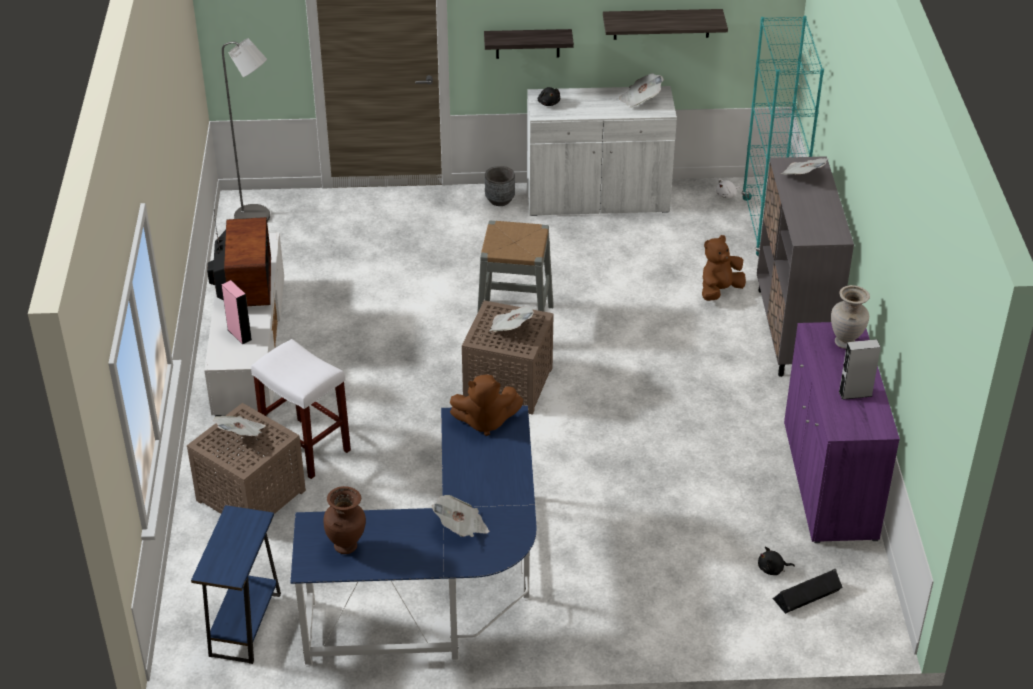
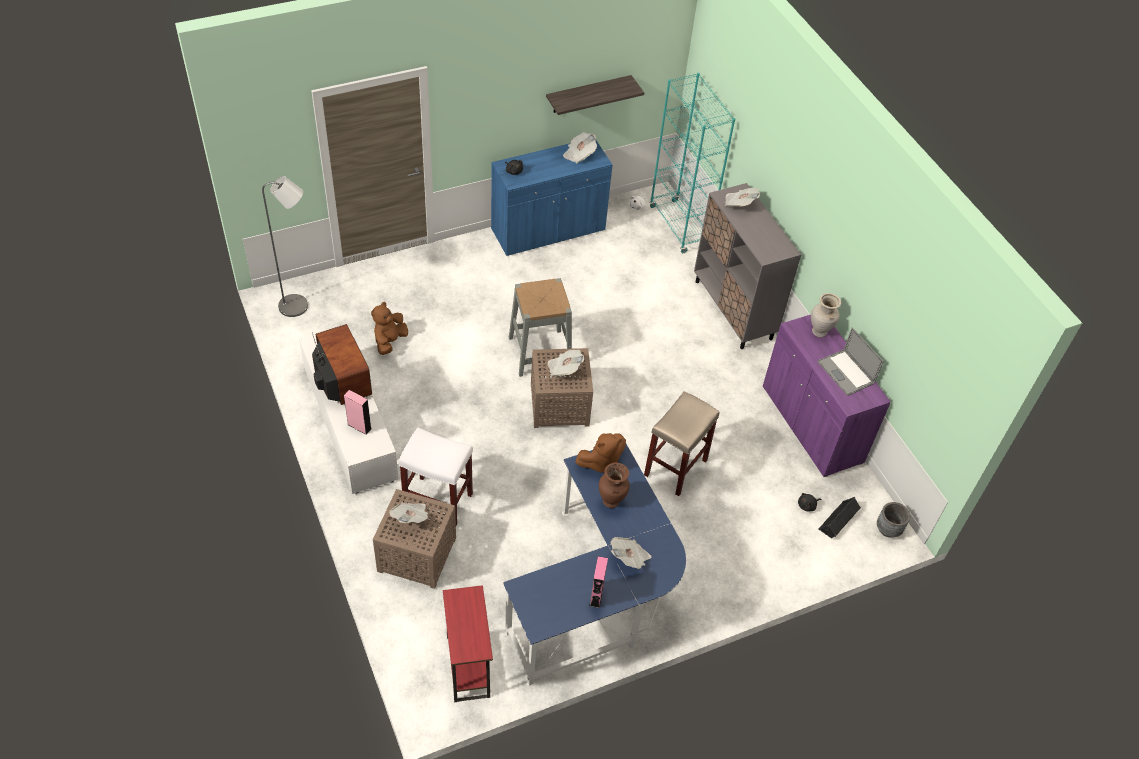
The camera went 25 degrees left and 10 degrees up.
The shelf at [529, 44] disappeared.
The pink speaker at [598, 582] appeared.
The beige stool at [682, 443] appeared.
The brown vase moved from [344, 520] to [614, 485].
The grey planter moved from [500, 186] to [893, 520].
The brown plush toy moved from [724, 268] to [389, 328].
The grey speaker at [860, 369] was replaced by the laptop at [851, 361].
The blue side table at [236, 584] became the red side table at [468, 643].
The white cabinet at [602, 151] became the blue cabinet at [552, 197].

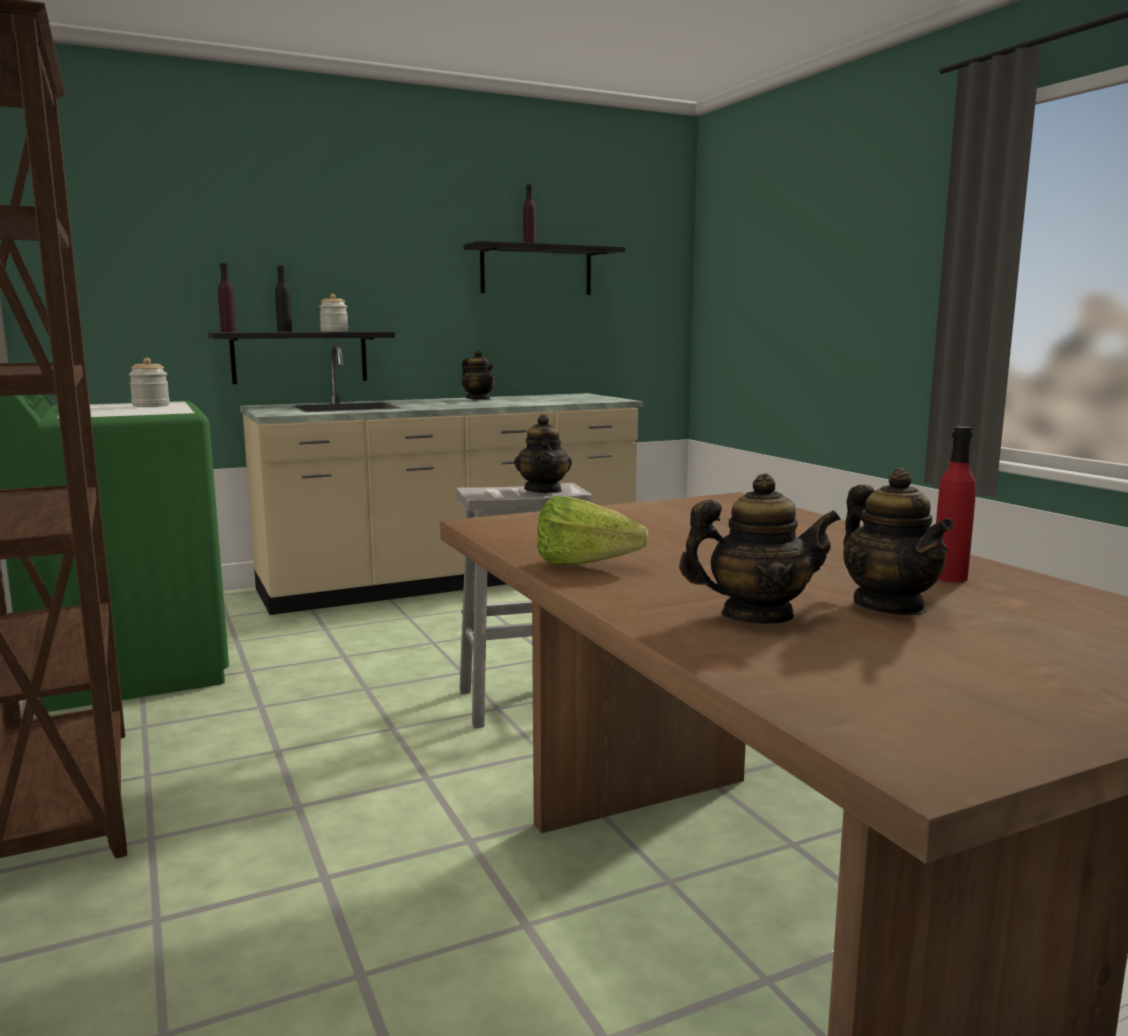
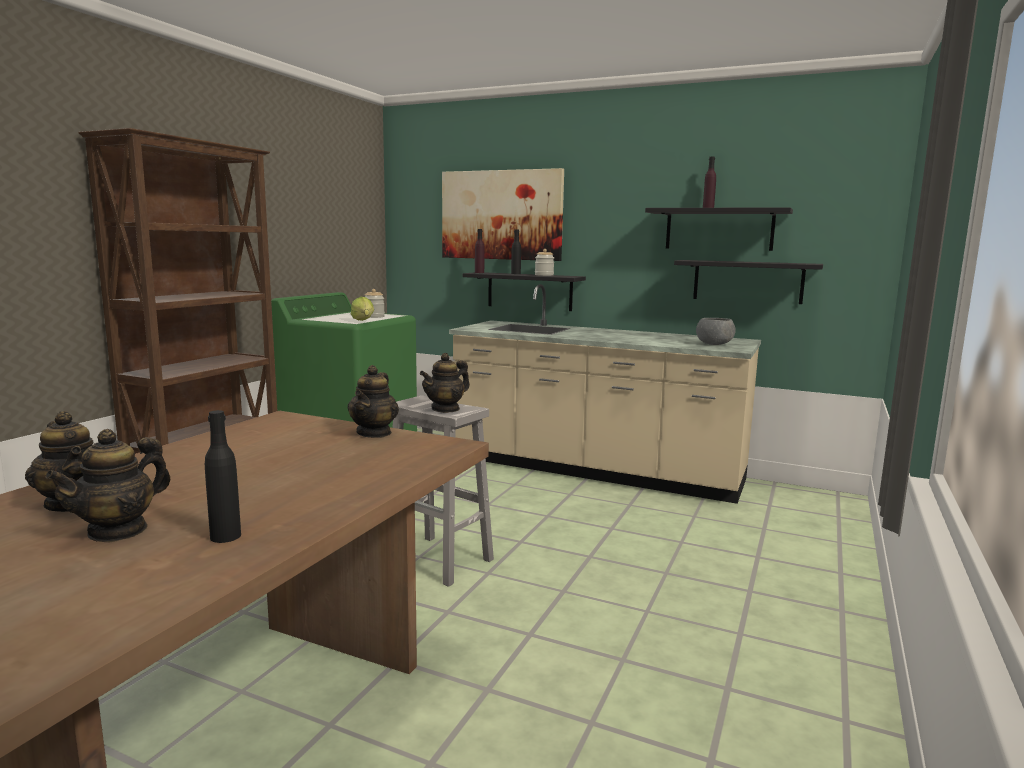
The camera went 50 degrees right and 0 degrees up.
The picture at [503, 214] appeared.
The black shelf at [748, 282] appeared.
The grey bowl at [716, 331] appeared.
The teapot moved from [478, 375] to [373, 401].
The lettuce moved from [593, 530] to [362, 309].
The red bottle at [956, 504] became the black bottle at [223, 476].

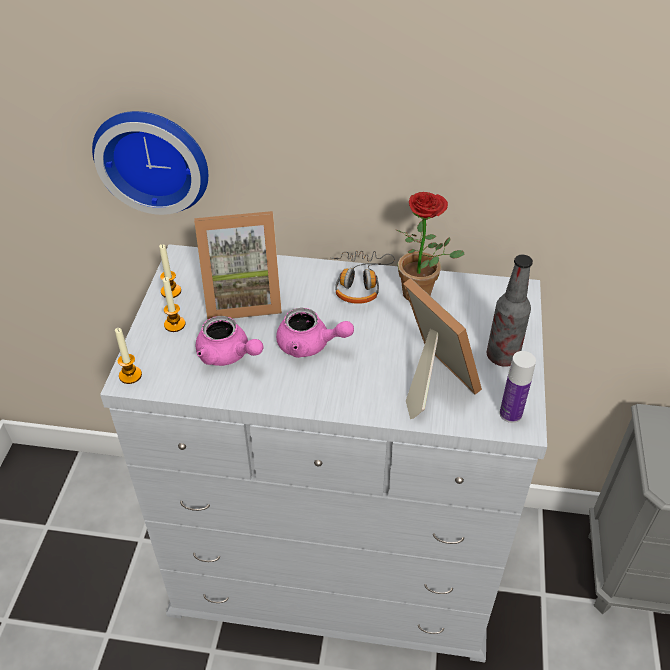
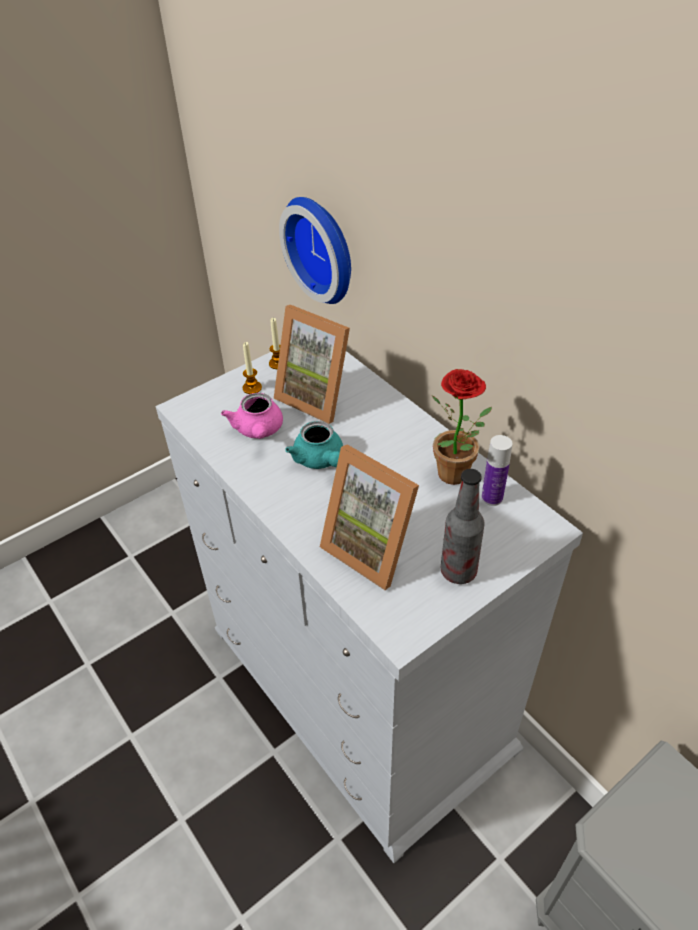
The camera went 45 degrees right and 0 degrees up.
The candle at [128, 356] disappeared.
The headphones at [363, 277] disappeared.
The bottle moved from [518, 387] to [497, 470].
The pink teapot at [315, 333] became the turquoise teapot at [314, 445].
The picture frame at [442, 348] turned 120 degrees clockwise.

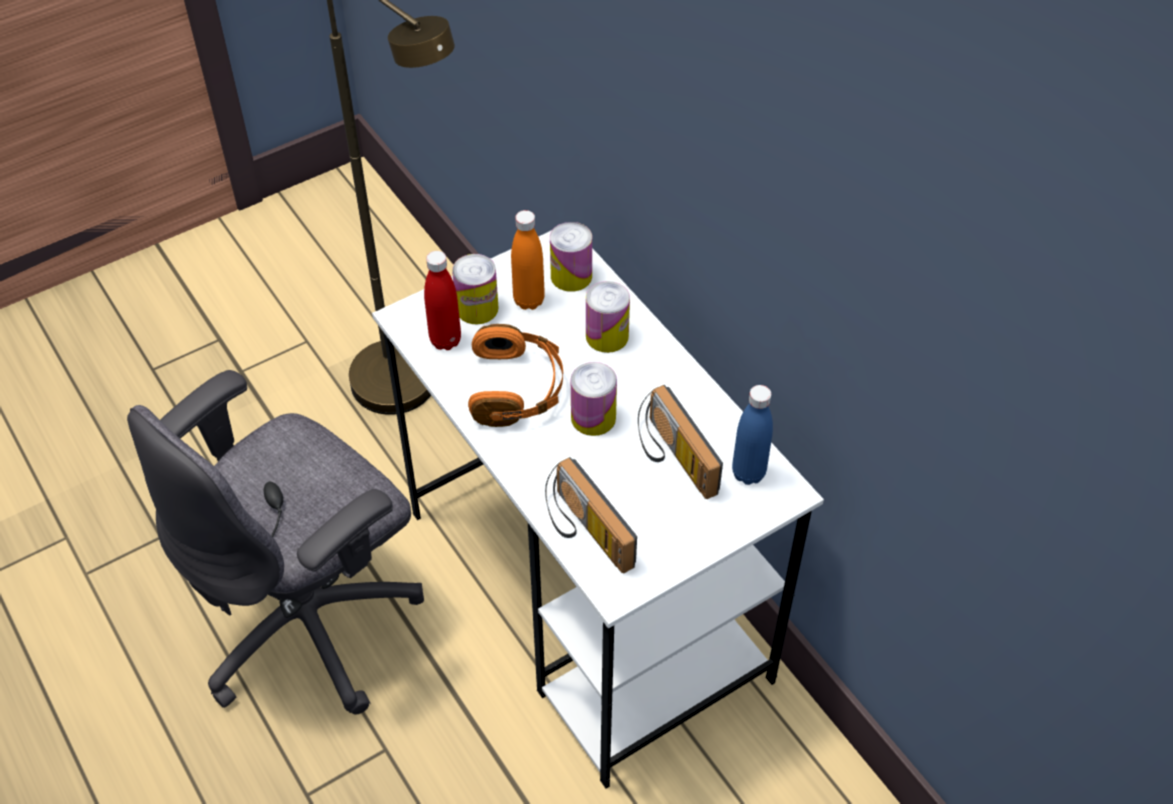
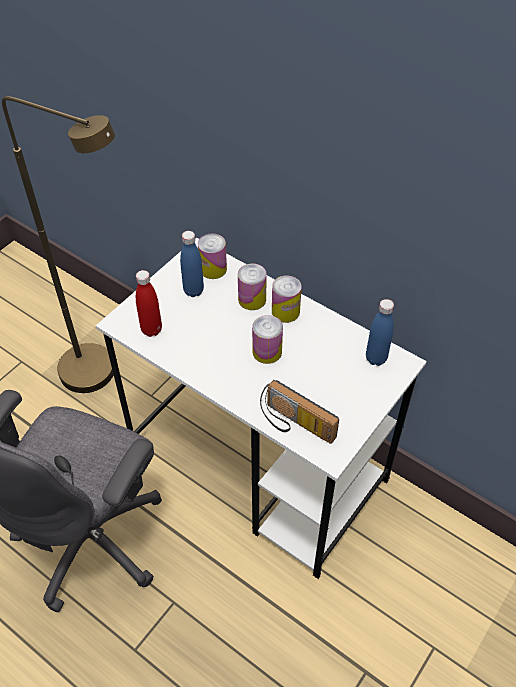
The camera went 20 degrees left and 0 degrees up.
The orange headphones at [515, 375] disappeared.
The radio at [680, 442] disappeared.
The can moved from [475, 289] to [287, 299].
The orange bottle at [528, 260] became the blue bottle at [192, 264].

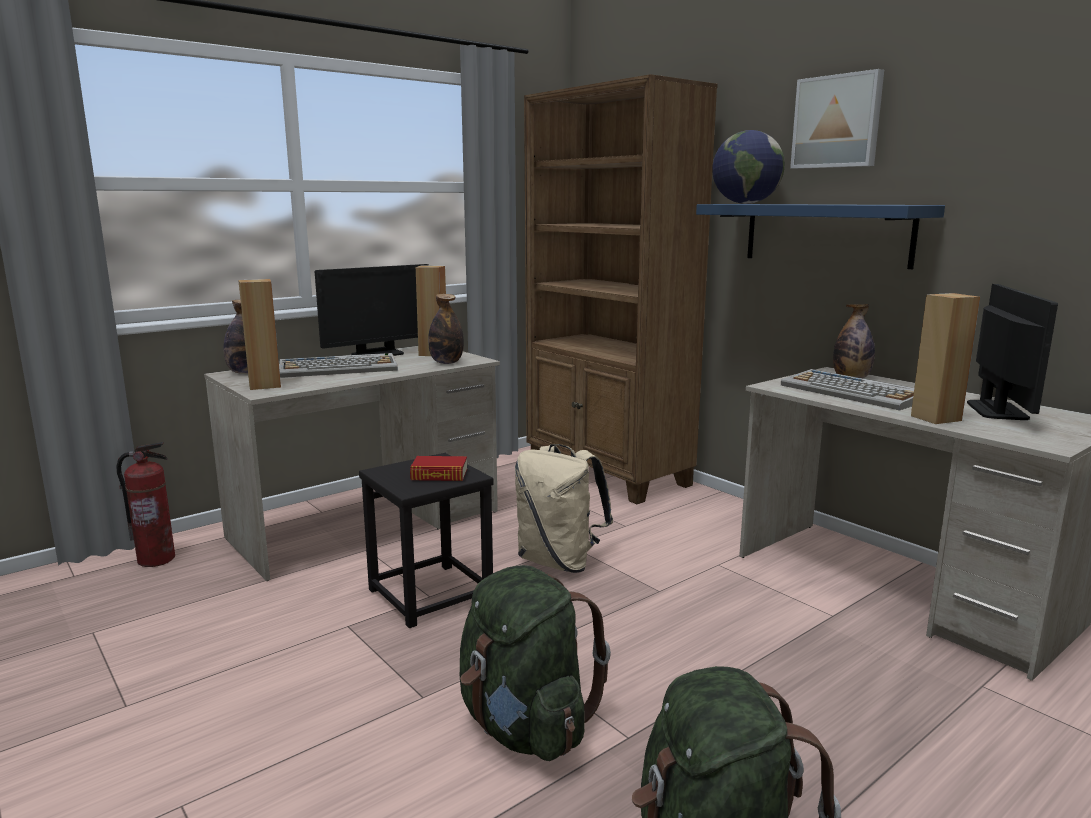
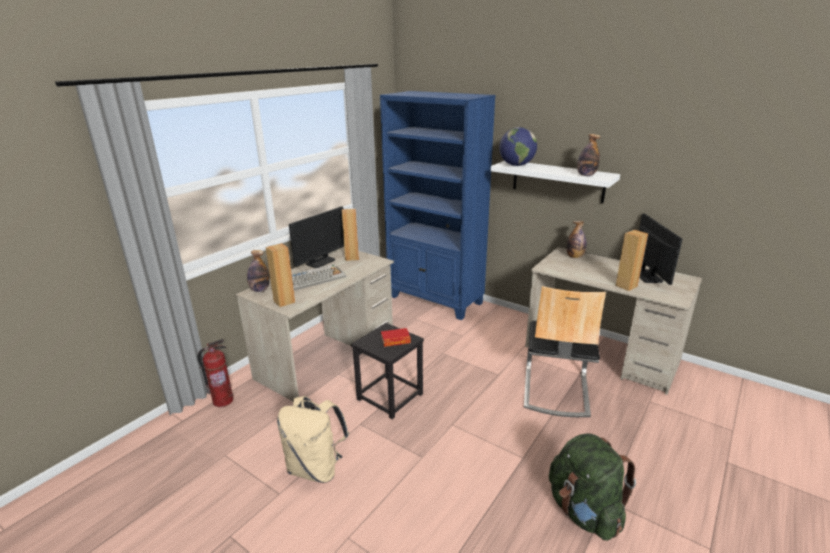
The camera went 15 degrees left and 10 degrees up.
The green backpack at [535, 663] disappeared.
The keyboard at [847, 390] disappeared.
The picture at [837, 119] disappeared.
The chair at [565, 351] appeared.
The bottle moved from [446, 329] to [589, 155].
The beige backpack moved from [564, 508] to [313, 439].
The brown bookcase at [621, 289] became the blue bookcase at [438, 205].
The blue shelf at [820, 236] became the white shelf at [555, 182].

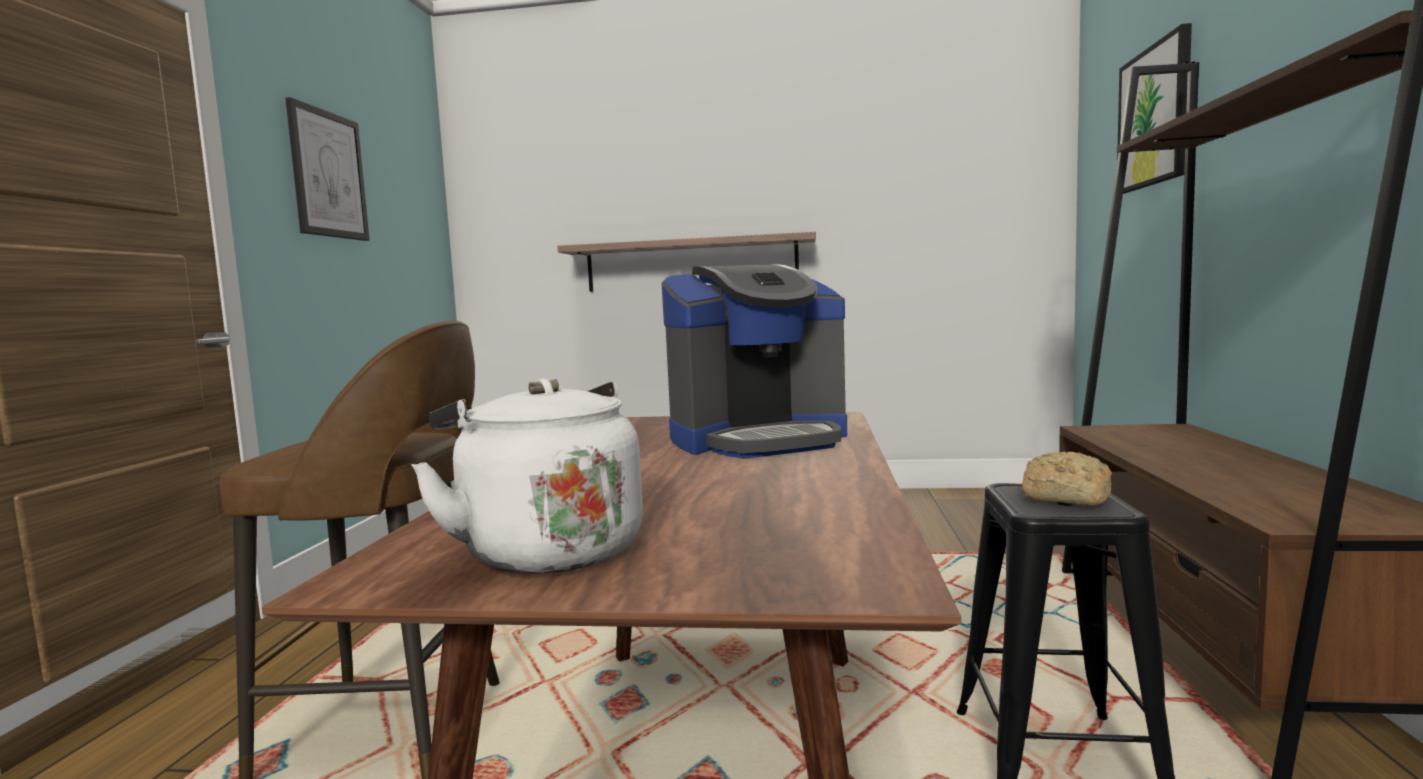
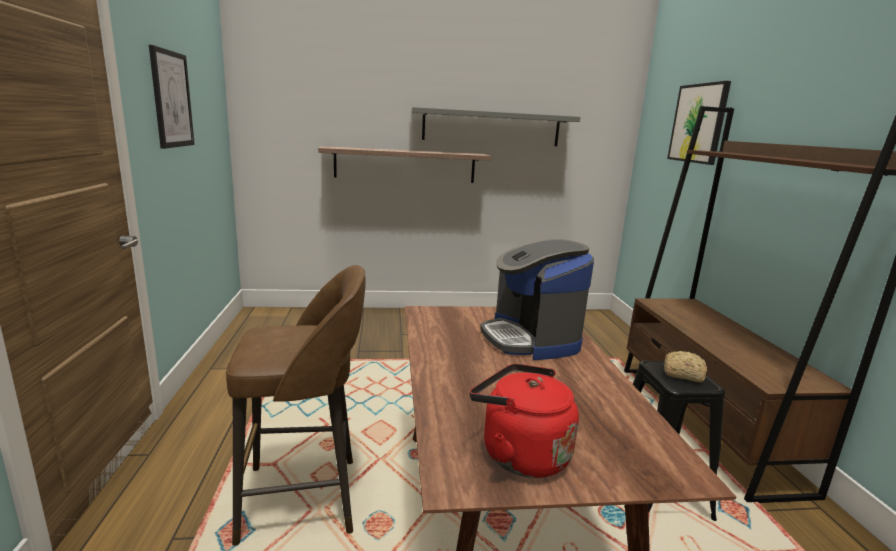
The camera went 15 degrees left and 10 degrees up.
The grey shelf at [496, 126] appeared.
The white kettle at [527, 476] became the red kettle at [524, 421].
The coffee machine at [754, 361] turned 105 degrees clockwise.

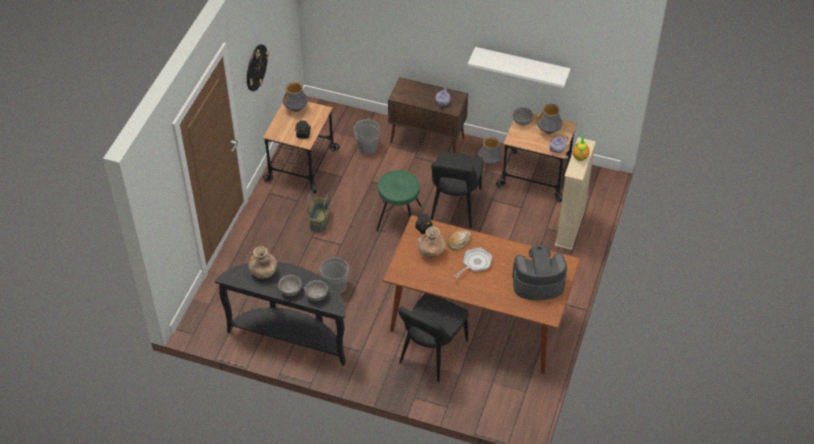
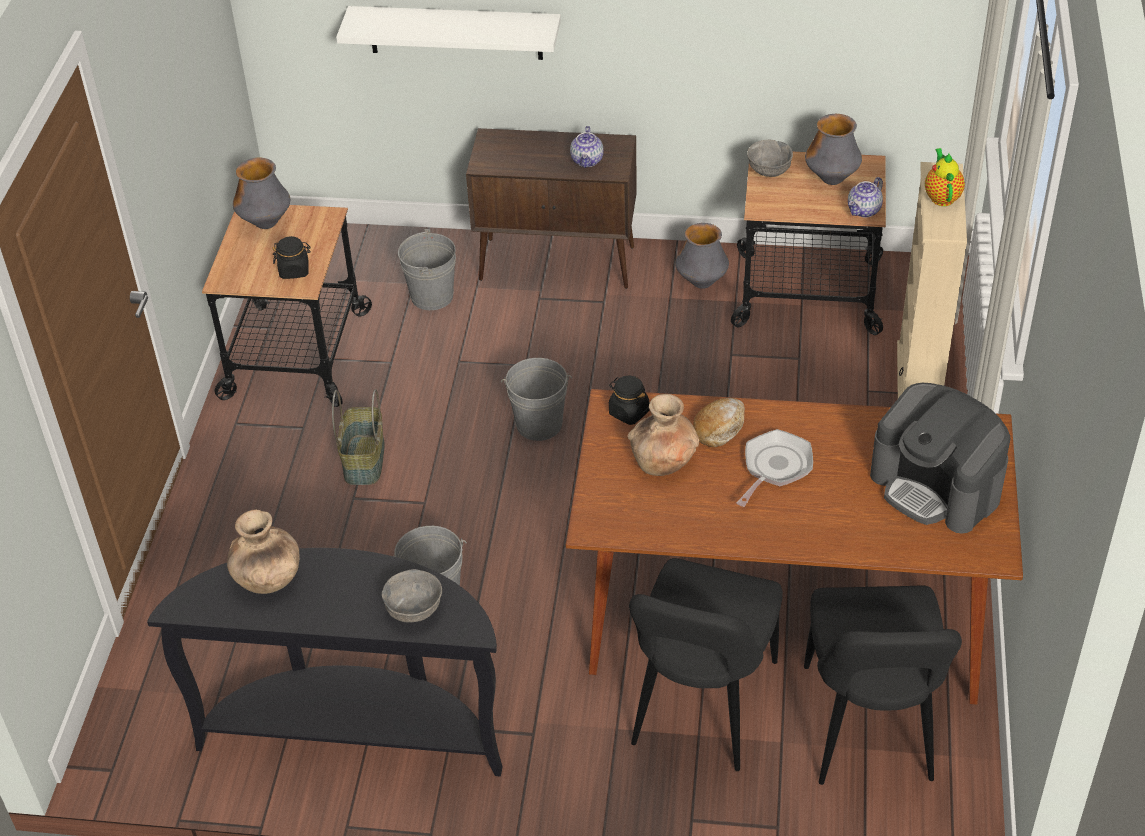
The camera went 10 degrees left and 5 degrees down.
The wall clock at [258, 67] disappeared.
The grey bowl at [290, 285] disappeared.
The black chair moved from [456, 189] to [883, 685].
The white shelf moved from [519, 67] to [448, 33].
The green stool at [398, 200] was replaced by the grey bucket at [536, 399].
The coffee machine at [539, 272] turned 120 degrees counterclockwise.

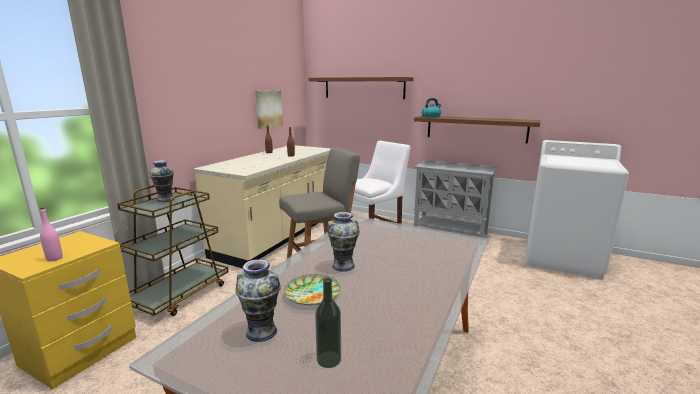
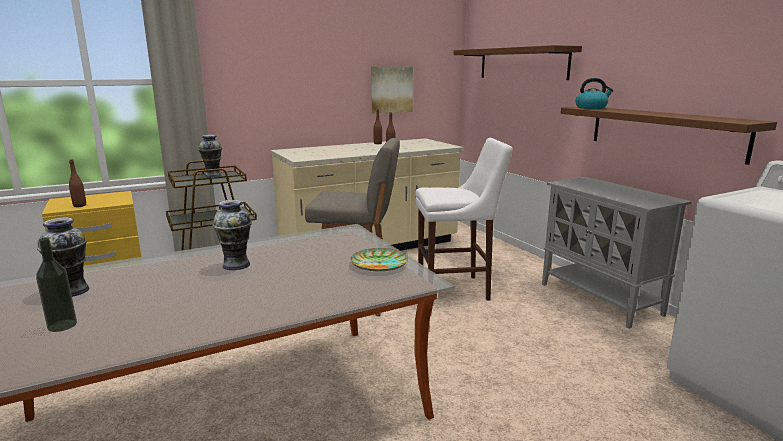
The camera went 35 degrees right and 0 degrees up.
The plate moved from [312, 289] to [379, 260].
The pink bottle at [51, 234] became the brown bottle at [77, 183].

